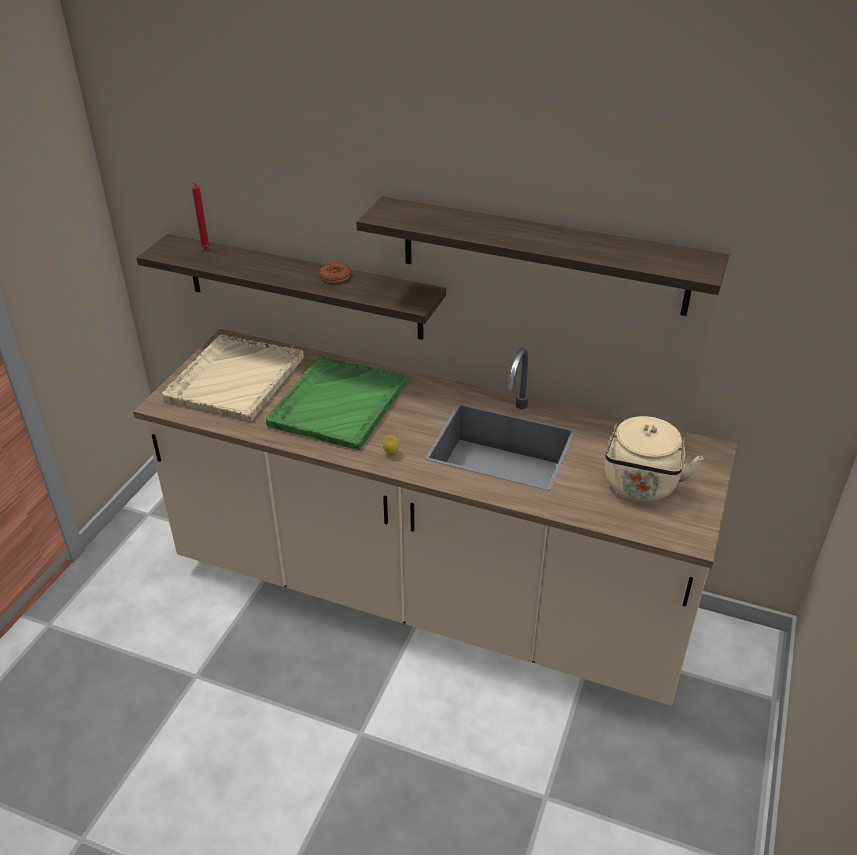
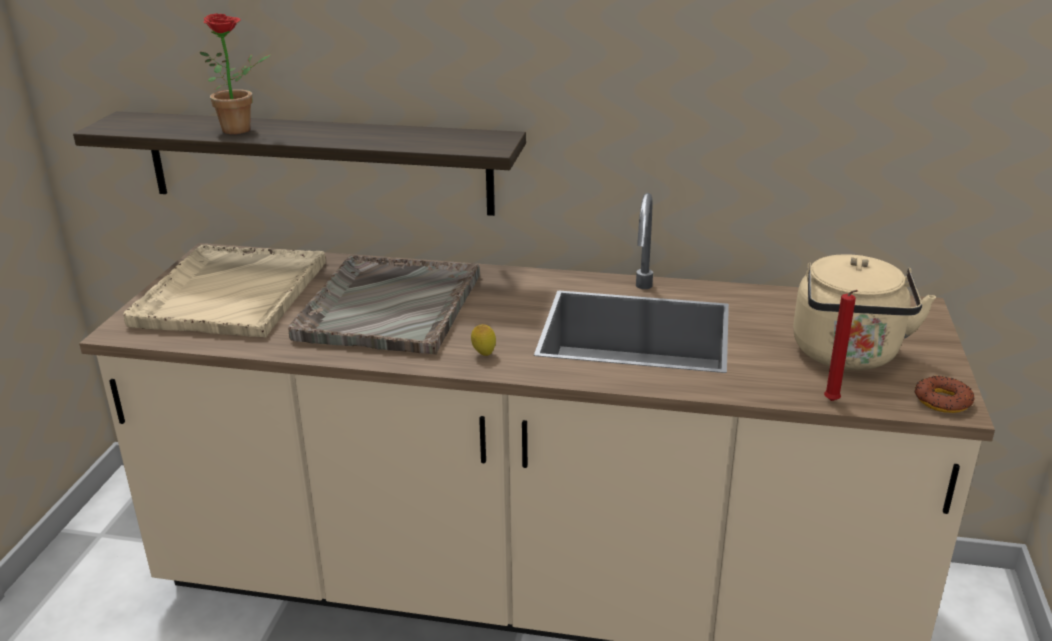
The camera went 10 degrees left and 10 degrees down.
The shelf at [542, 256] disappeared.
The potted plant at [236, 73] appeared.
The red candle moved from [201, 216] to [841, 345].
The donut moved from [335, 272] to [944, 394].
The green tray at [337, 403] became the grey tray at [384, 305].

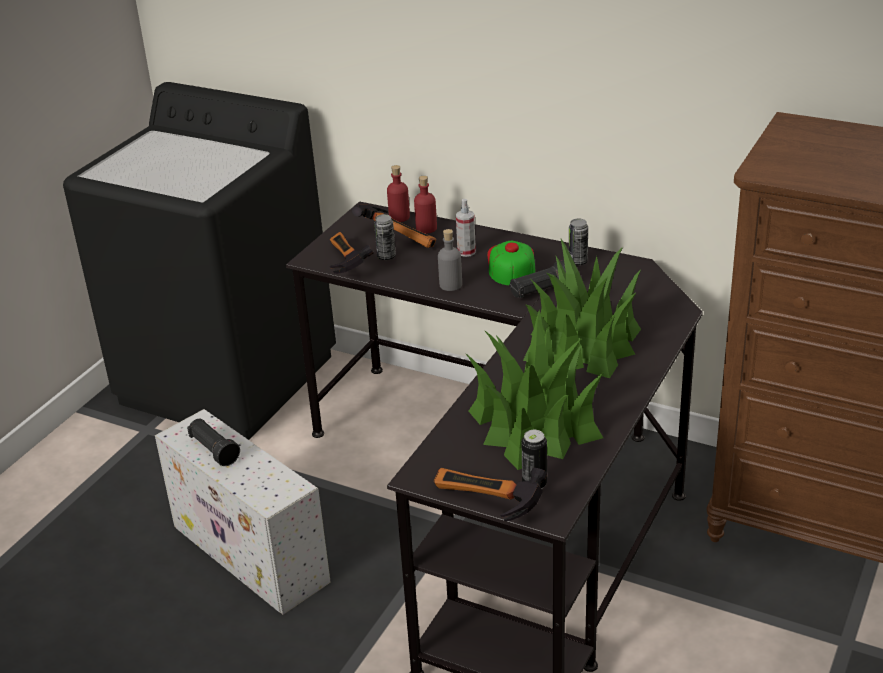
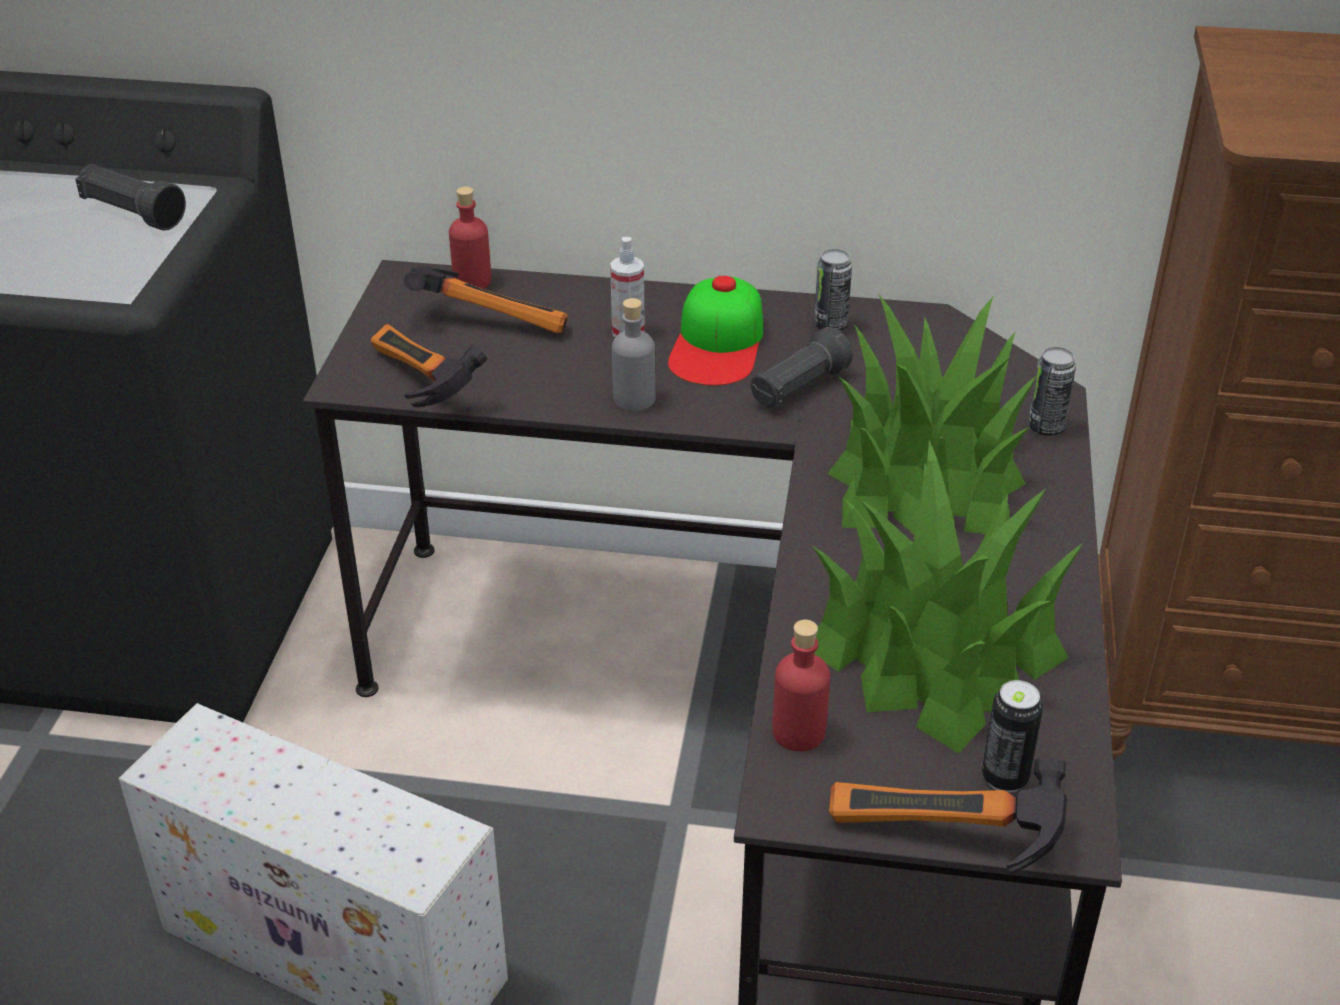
The camera went 20 degrees left and 5 degrees up.
The black flashlight moved from [213, 442] to [130, 197].
The can moved from [385, 237] to [1052, 391].
The red bottle moved from [425, 205] to [801, 685].
The cap at [511, 263] turned 150 degrees counterclockwise.

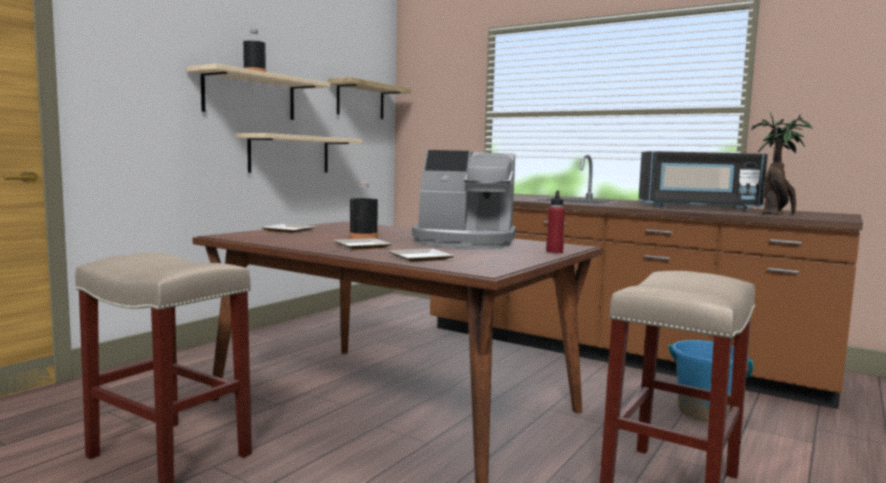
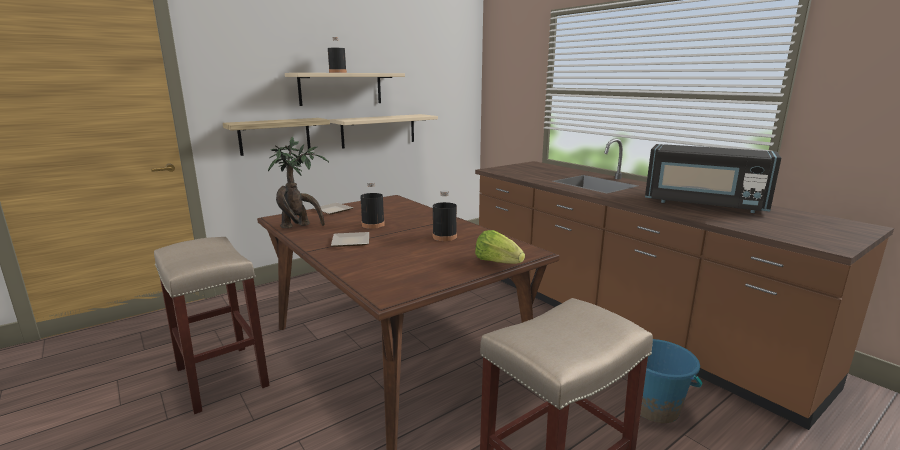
The camera went 20 degrees right and 10 degrees up.
The plate at [421, 255] disappeared.
The shelf moved from [369, 98] to [276, 137].
The potted plant moved from [781, 163] to [298, 182].
The coffee machine at [464, 199] was replaced by the black bottle at [445, 216].
The red bottle at [555, 221] was replaced by the lettuce at [500, 247].

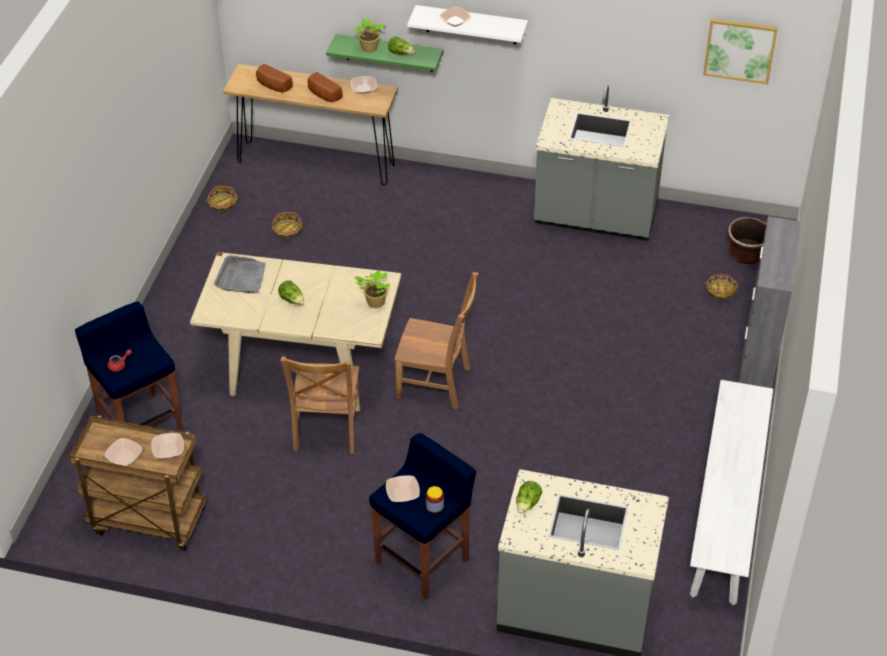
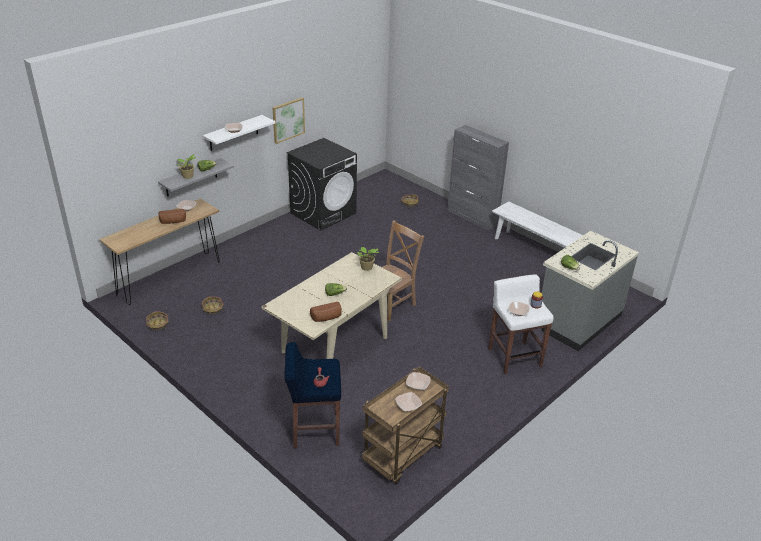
The camera went 60 degrees left and 10 degrees down.
The grey tray at [240, 274] disappeared.
The brown chair at [320, 405] disappeared.
The brown planter at [747, 240] disappeared.
The bread moved from [274, 78] to [326, 312].
The picture moved from [740, 51] to [288, 120].
The grey counter at [601, 163] was replaced by the black washing machine at [321, 184].
The green shelf at [384, 53] became the grey shelf at [196, 177].
The blue stool at [422, 516] became the white stool at [521, 324].

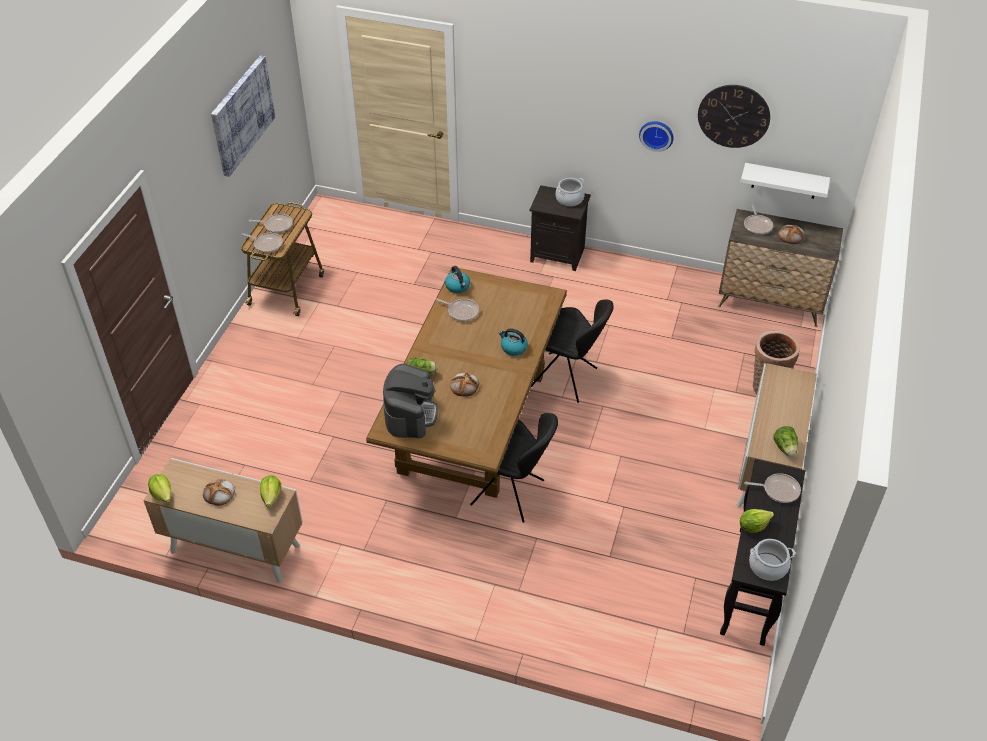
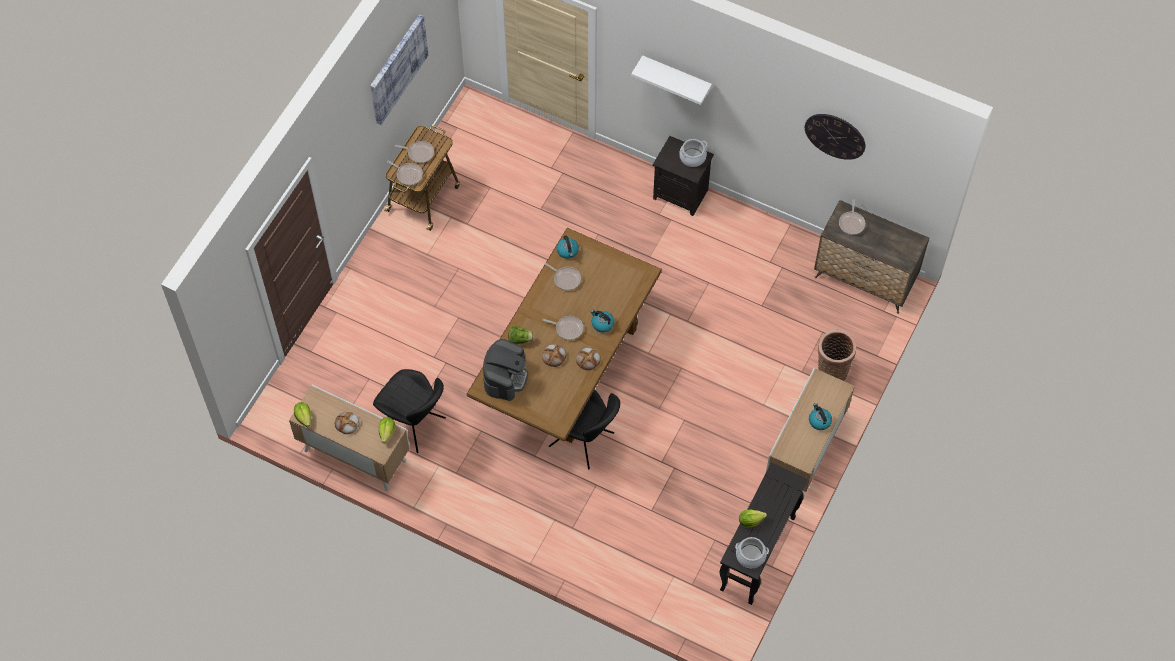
The camera went 10 degrees right and 15 degrees up.
The wall clock at [656, 136] disappeared.
The lettuce at [785, 441] disappeared.
The kettle at [820, 416] appeared.
The black chair moved from [572, 351] to [409, 411].
The white shelf moved from [785, 181] to [671, 80].
The frying pan moved from [772, 488] to [562, 328].
The bread moved from [791, 234] to [588, 359].

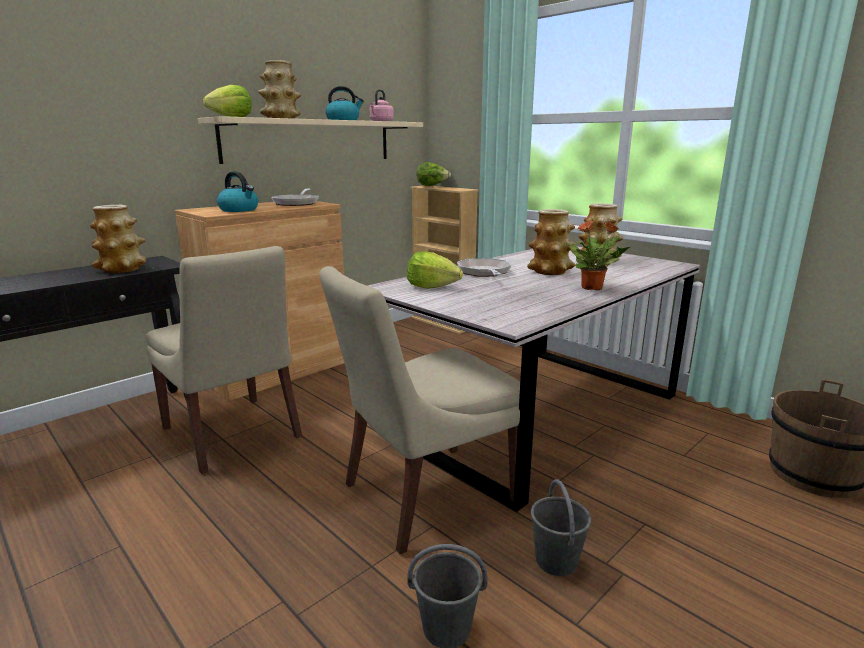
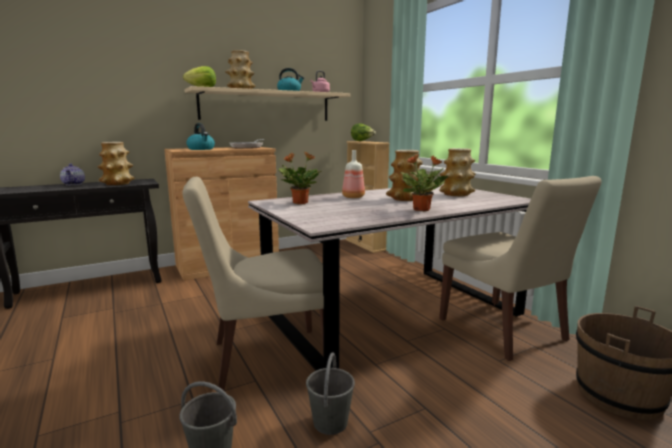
The camera went 15 degrees right and 5 degrees down.
The teapot at [72, 174] appeared.
The beige chair moved from [224, 360] to [520, 268].
The lettuce at [435, 270] was replaced by the potted plant at [300, 177].
The frying pan at [484, 267] was replaced by the bottle at [353, 174].

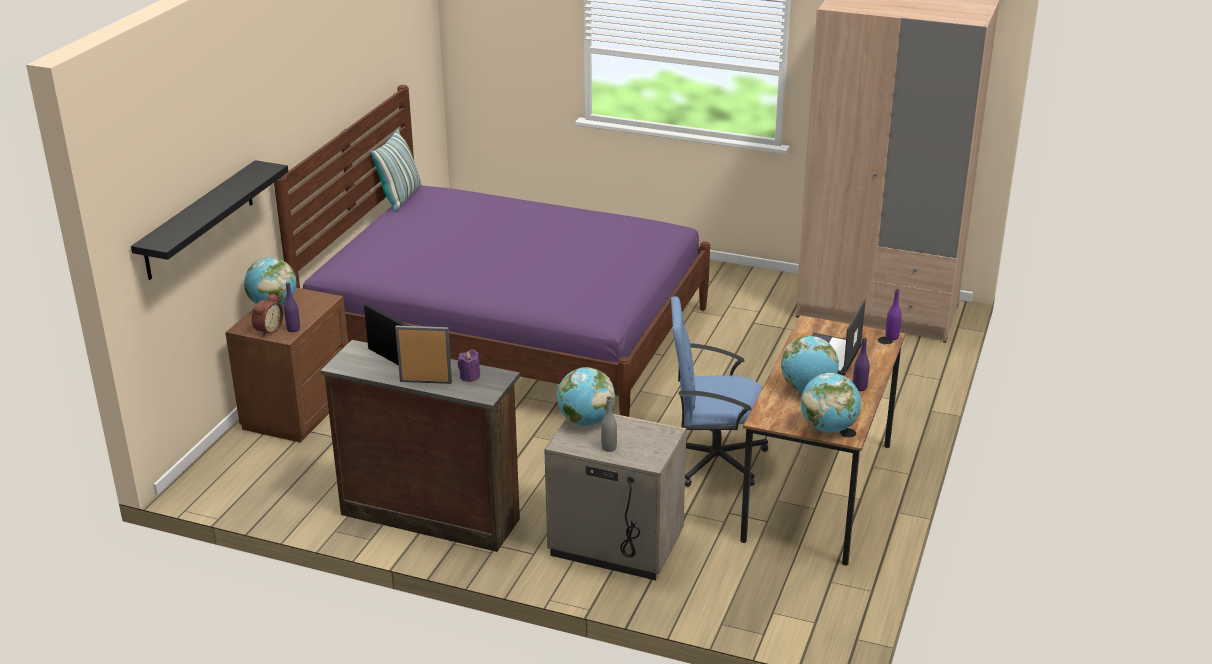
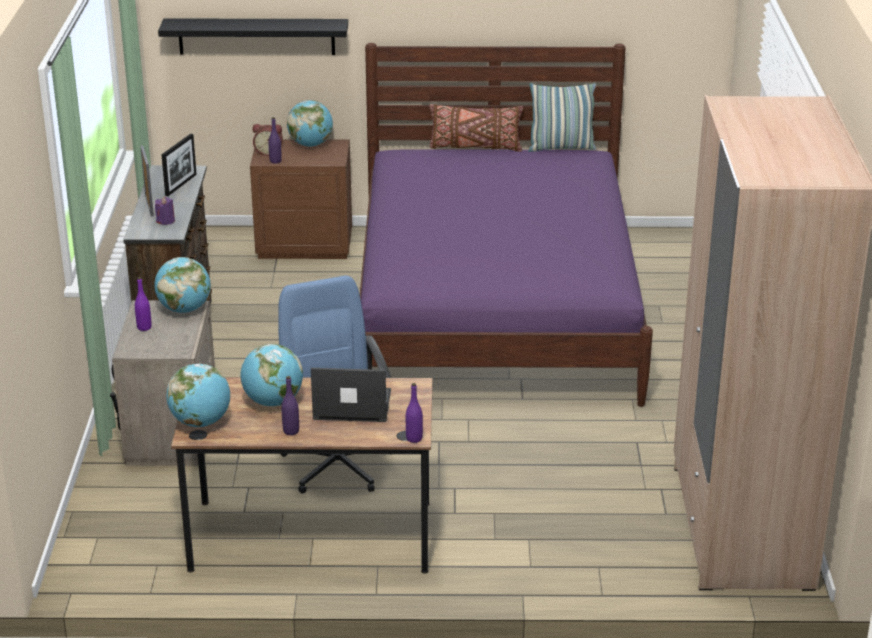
The camera went 70 degrees right and 0 degrees up.
The brown pillow at [476, 128] appeared.
The grey bottle at [609, 424] became the purple bottle at [143, 304].

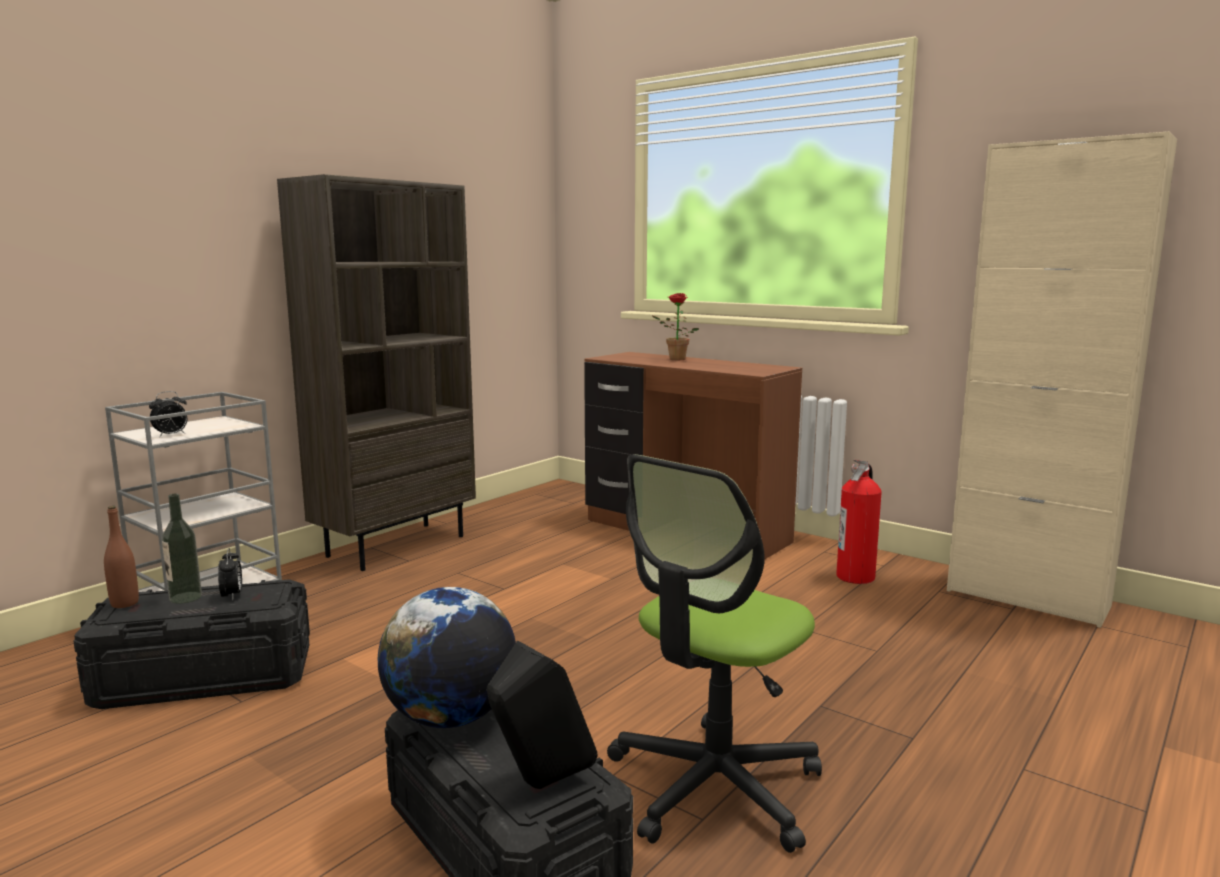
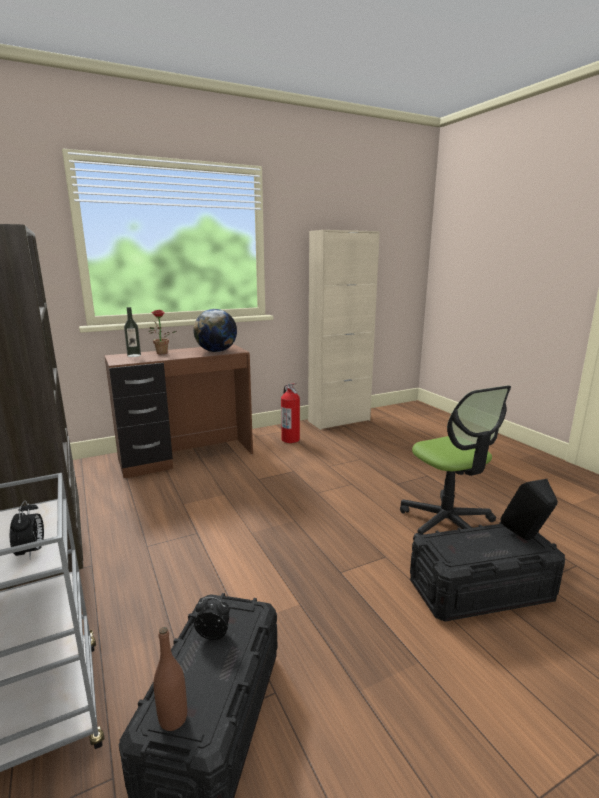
The camera went 65 degrees left and 5 degrees up.
The bottle moved from [182, 548] to [132, 332].
The globe moved from [447, 657] to [215, 330].

